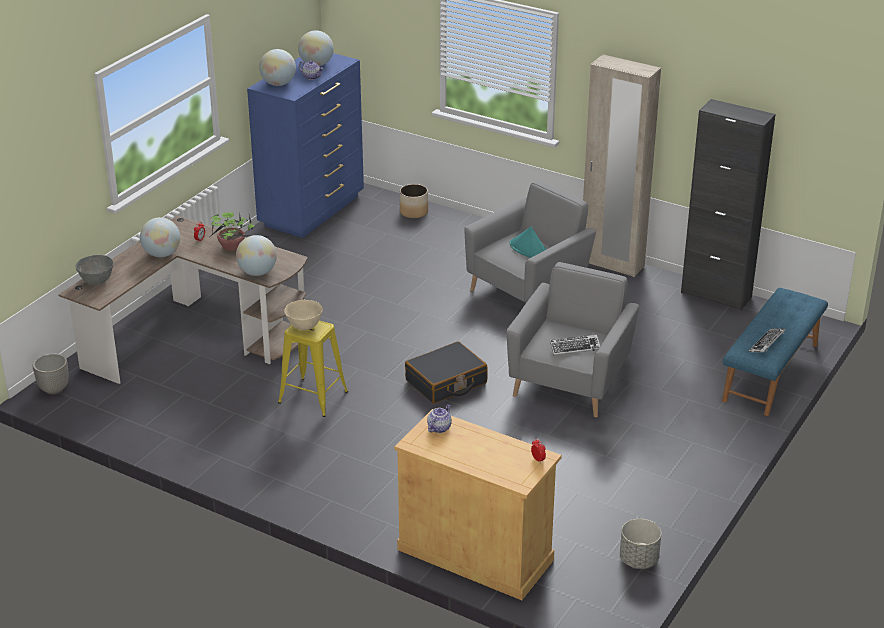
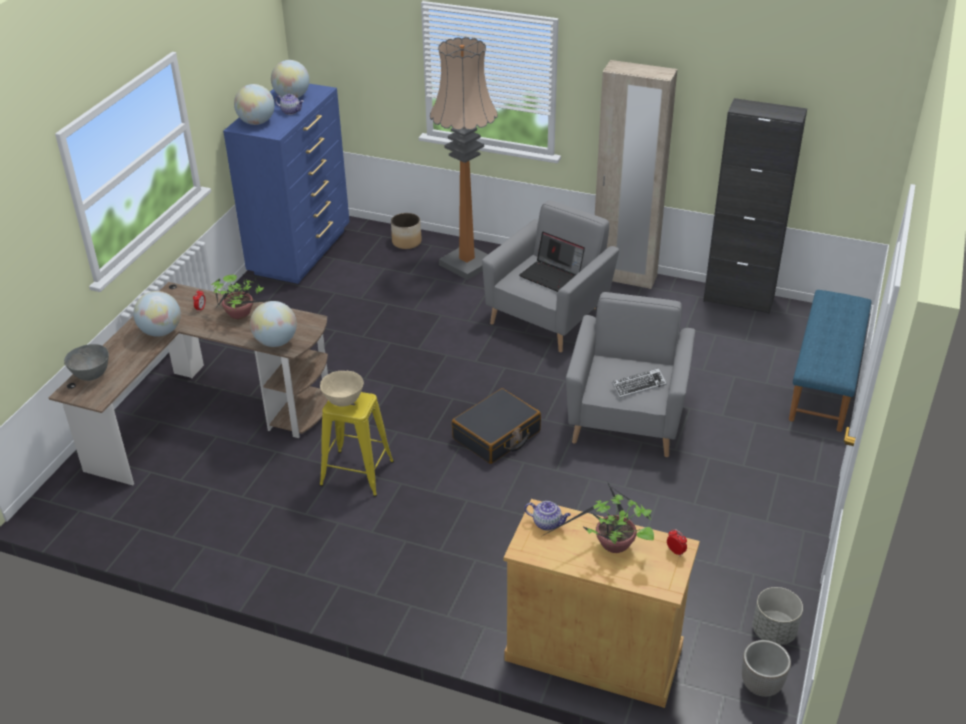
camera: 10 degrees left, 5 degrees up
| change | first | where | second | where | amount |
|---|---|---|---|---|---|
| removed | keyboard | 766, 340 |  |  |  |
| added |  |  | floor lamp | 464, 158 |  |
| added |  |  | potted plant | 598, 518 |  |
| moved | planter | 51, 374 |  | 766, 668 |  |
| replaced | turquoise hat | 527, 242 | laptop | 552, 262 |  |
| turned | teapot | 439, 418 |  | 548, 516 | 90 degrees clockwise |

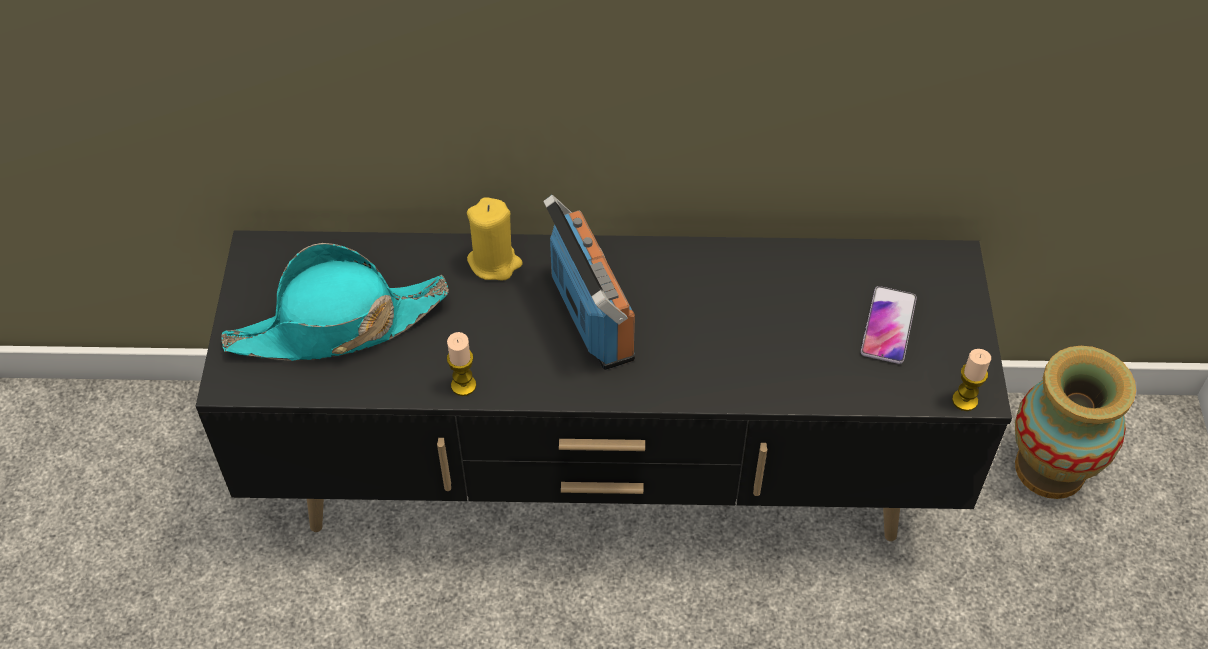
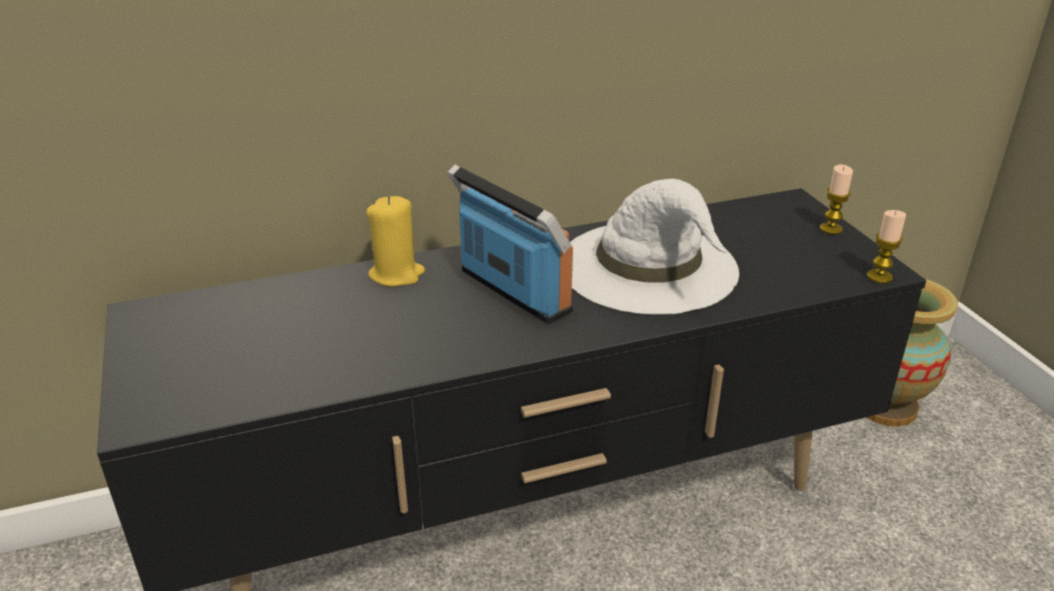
camera: 20 degrees left, 20 degrees down
| change | first | where | second | where | amount |
|---|---|---|---|---|---|
| removed | turquoise hat | 335, 302 |  |  |  |
| removed | phone | 889, 325 |  |  |  |
| added |  |  | white hat | 654, 246 |  |
| moved | candle | 461, 364 |  | 836, 199 |  |

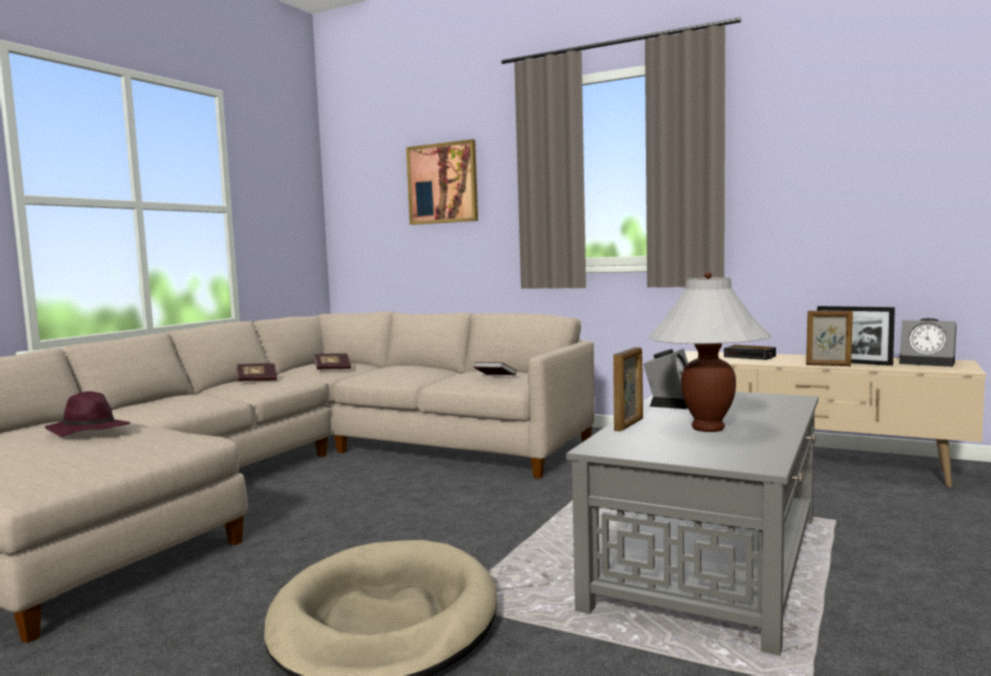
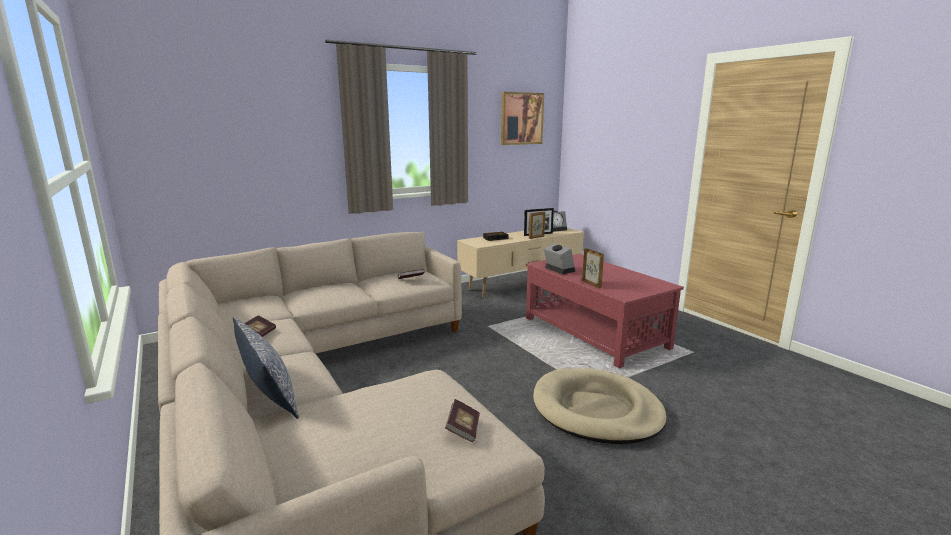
camera: 60 degrees left, 10 degrees up
| change | first | where | second | where | amount |
|---|---|---|---|---|---|
| removed | purple hat | 88, 414 |  |  |  |
| removed | white table lamp | 709, 352 |  |  |  |
| added |  |  | pillow | 266, 367 |  |
| moved | book | 332, 361 |  | 462, 420 |  |
| moved | picture | 442, 182 |  | 522, 118 |  |
| recoloured | grey coffee table | 692, 524 | red coffee table | 605, 311 |  |

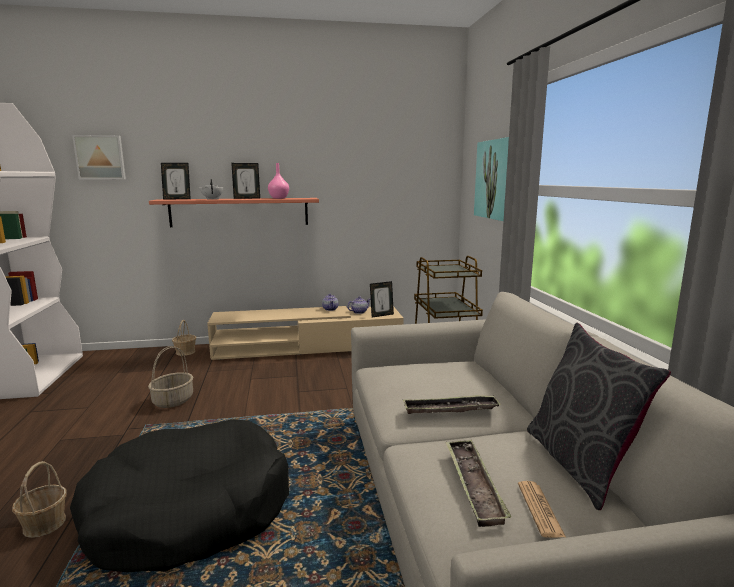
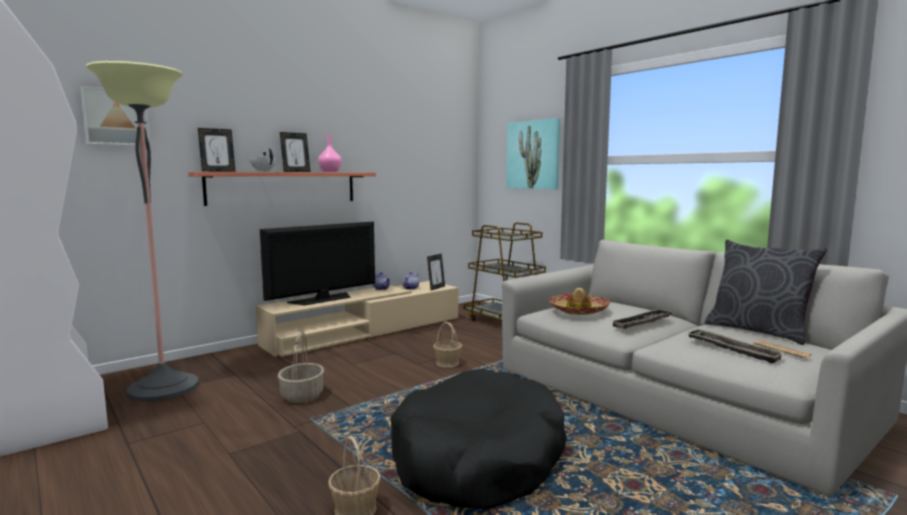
camera: 30 degrees left, 5 degrees down
| change | first | where | second | where | amount |
|---|---|---|---|---|---|
| added |  |  | floor lamp | 142, 231 |  |
| added |  |  | television | 317, 263 |  |
| added |  |  | hat | 579, 301 |  |
| moved | basket | 184, 338 |  | 447, 344 |  |

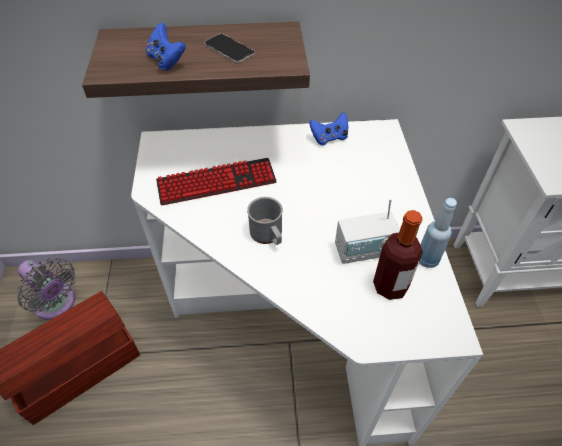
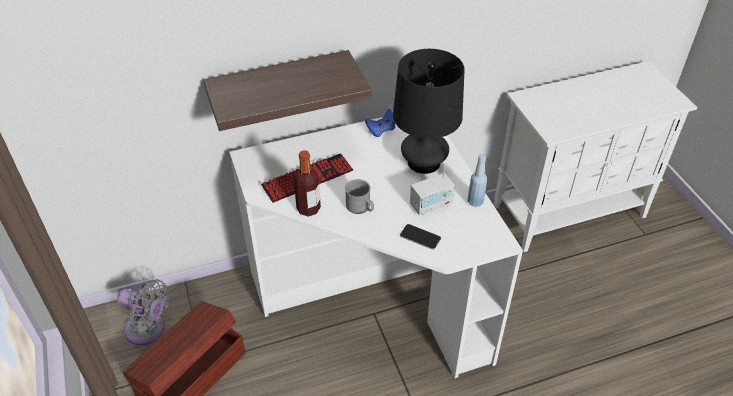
camera: 15 degrees left, 5 degrees down
| change | first | where | second | where | amount |
|---|---|---|---|---|---|
| removed | blue game controller | 166, 46 |  |  |  |
| added |  |  | black table lamp | 429, 111 |  |
| moved | phone | 229, 48 |  | 420, 237 |  |
| moved | bottle | 398, 255 |  | 307, 183 |  |

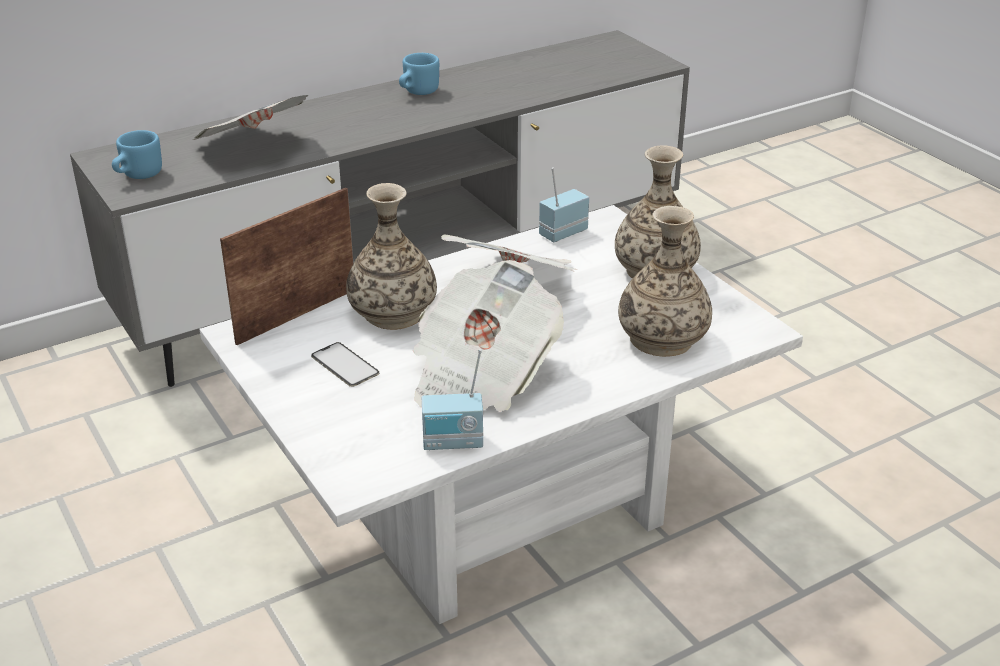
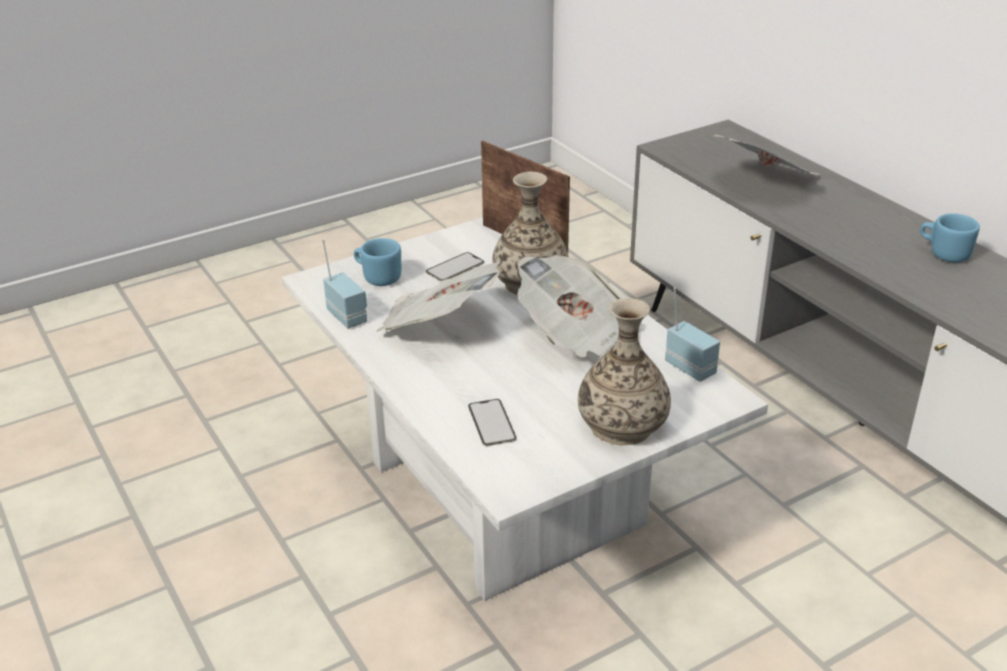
camera: 90 degrees right, 0 degrees up
| change | first | where | second | where | amount |
|---|---|---|---|---|---|
| moved | blue mug | 137, 154 |  | 377, 262 |  |
| replaced | vase | 665, 281 | phone | 492, 422 |  |
| turned | radio | 452, 399 |  | 344, 283 | 150 degrees clockwise |

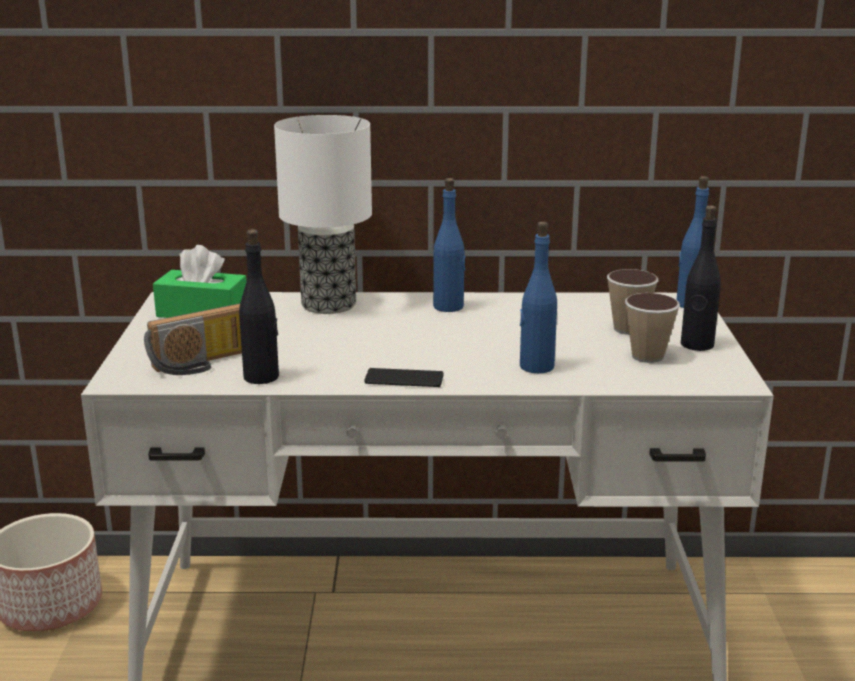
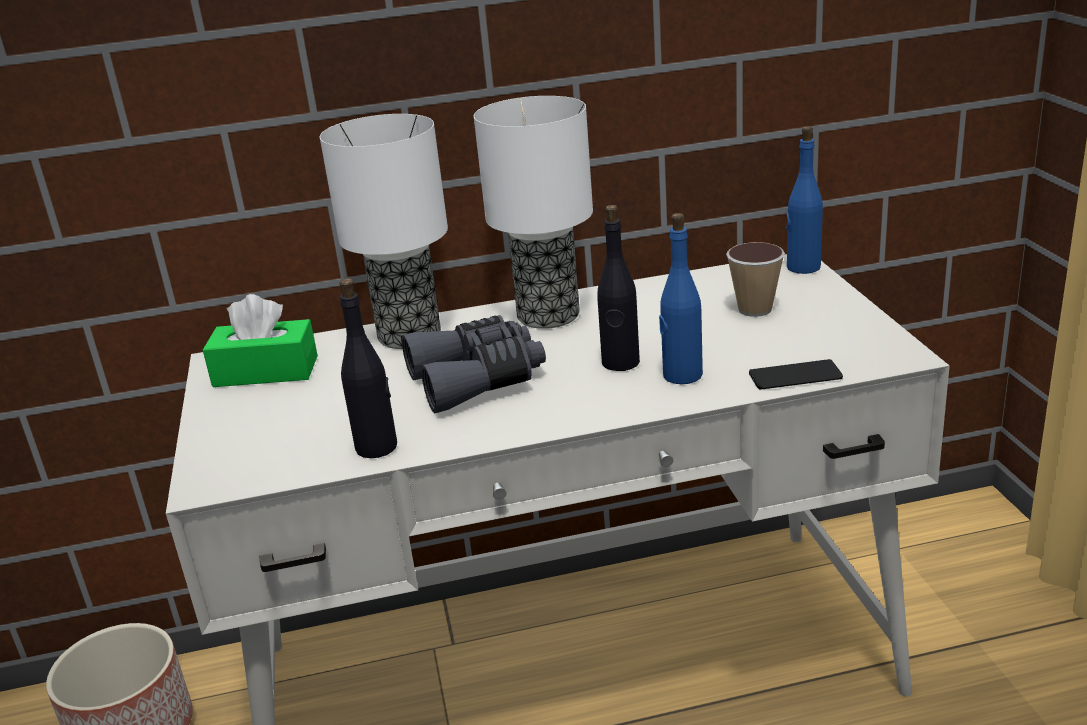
camera: 10 degrees left, 5 degrees up
| change | first | where | second | where | amount |
|---|---|---|---|---|---|
| removed | radio | 193, 339 |  |  |  |
| removed | cup | 652, 328 |  |  |  |
| added |  |  | grey binoculars | 474, 364 |  |
| moved | phone | 404, 377 |  | 796, 374 |  |
| moved | black bottle | 701, 278 |  | 618, 288 |  |
| replaced | blue bottle | 449, 245 | table lamp | 533, 212 |  |

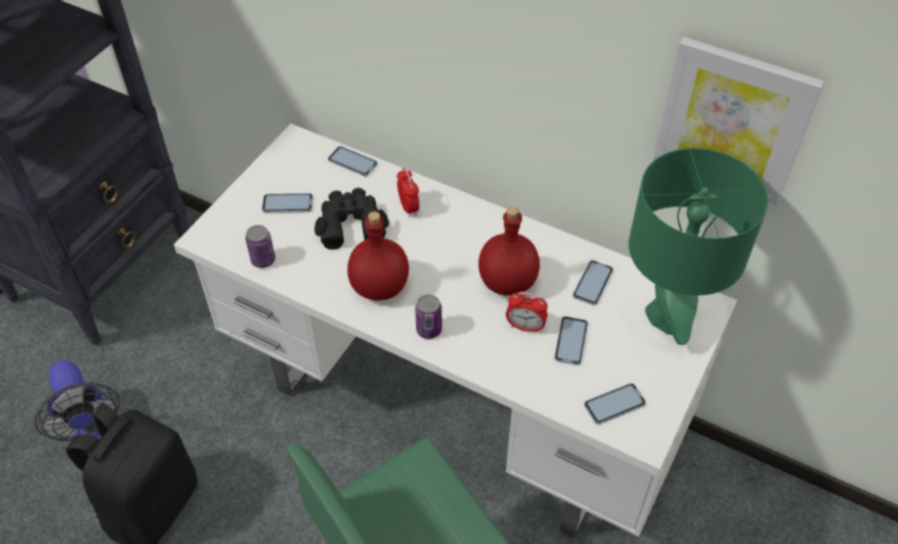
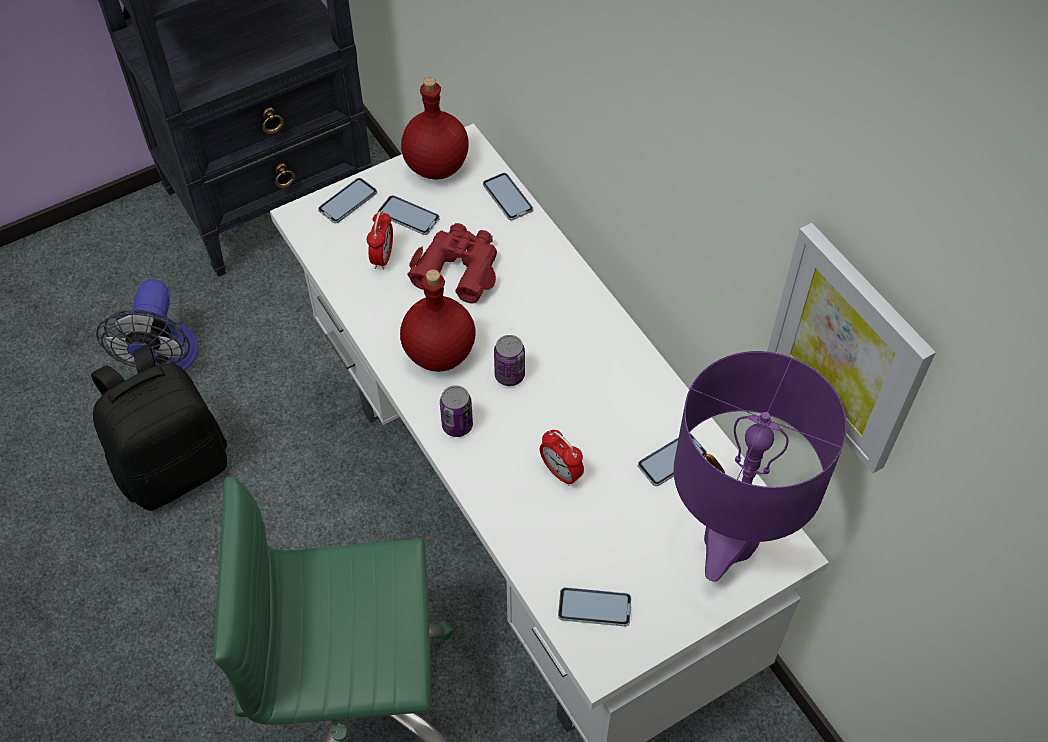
camera: 30 degrees right, 5 degrees up
| change | first | where | second | where | amount |
|---|---|---|---|---|---|
| moved | can | 260, 246 |  | 509, 360 |  |
| moved | alarm clock | 408, 192 |  | 380, 240 |  |
| moved | red bottle | 509, 251 |  | 435, 128 |  |
| moved | phone | 571, 340 |  | 347, 200 |  |
| recoloured | black binoculars | 351, 219 | red binoculars | 452, 263 |  |
| recoloured | green table lamp | 698, 246 | purple table lamp | 760, 466 |  |

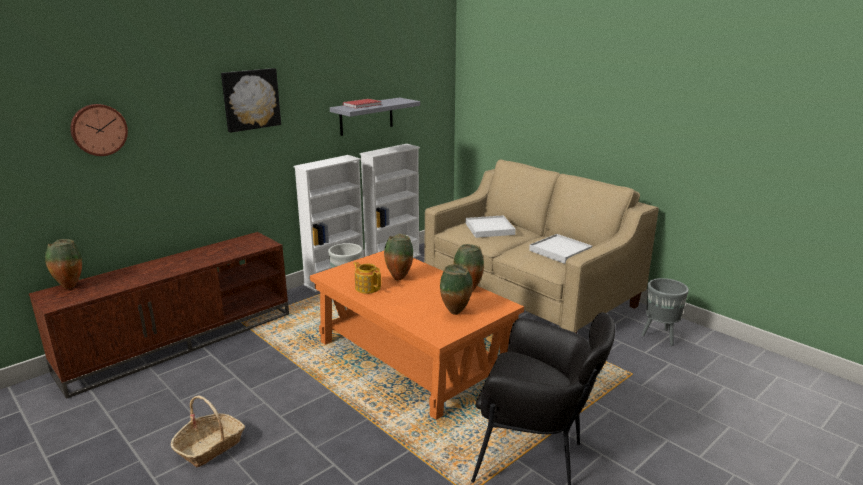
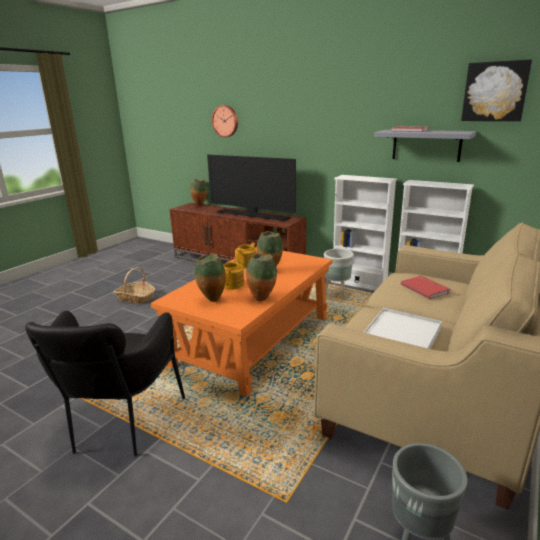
camera: 75 degrees right, 0 degrees up
| change | first | where | second | where | amount |
|---|---|---|---|---|---|
| added |  |  | television | 251, 188 |  |
| added |  |  | teapot | 234, 274 |  |
| moved | picture | 251, 100 |  | 496, 90 |  |
| replaced | white tray | 491, 226 | red book | 426, 287 |  |

